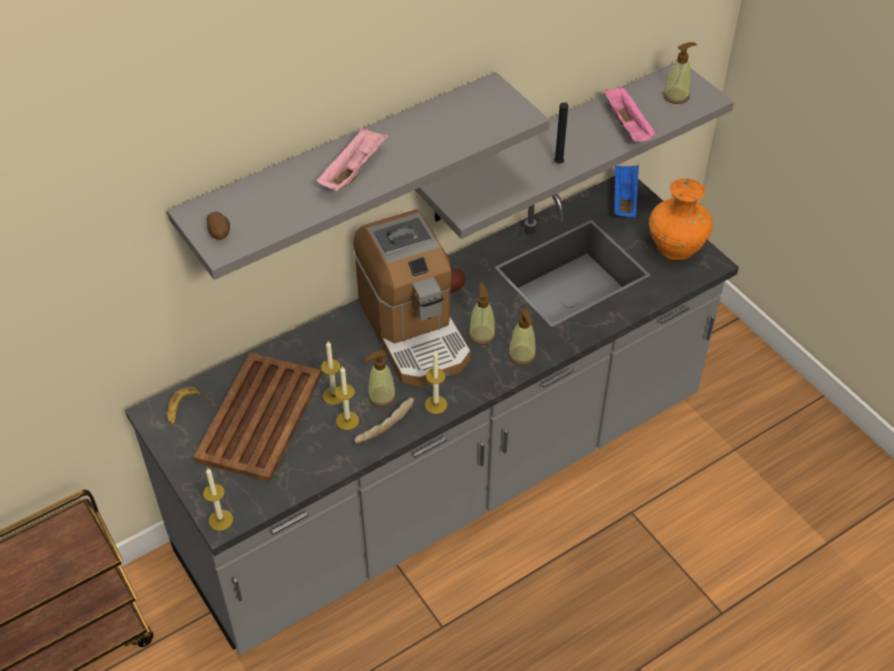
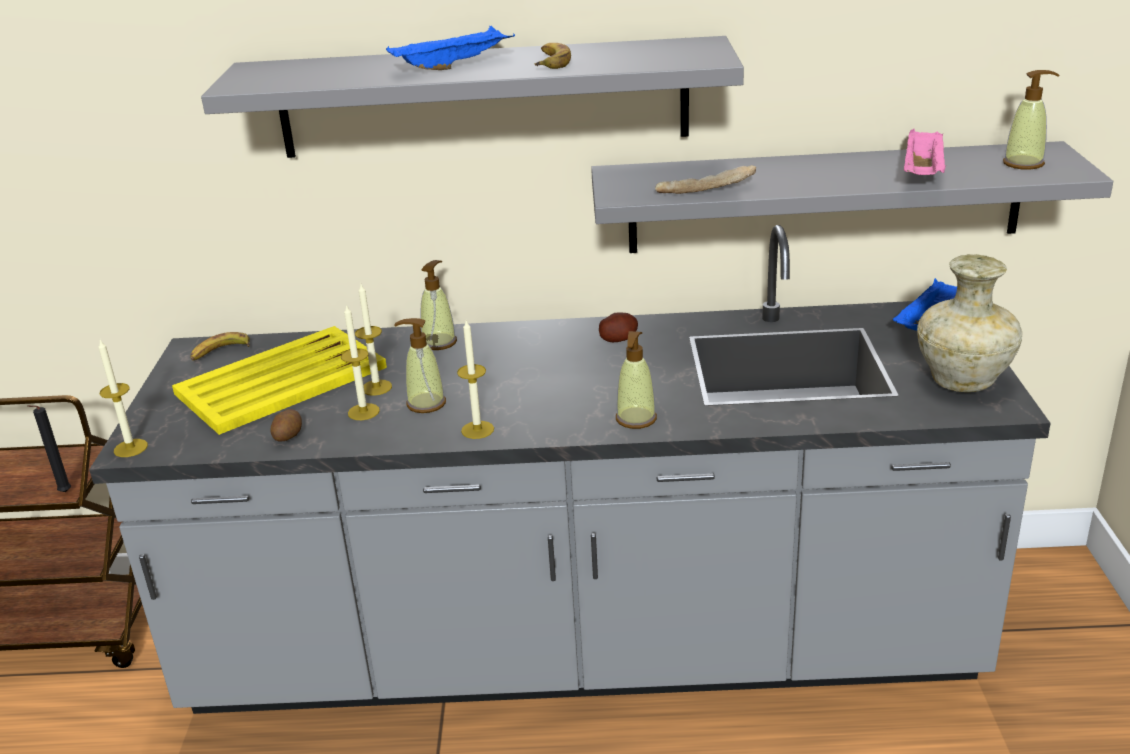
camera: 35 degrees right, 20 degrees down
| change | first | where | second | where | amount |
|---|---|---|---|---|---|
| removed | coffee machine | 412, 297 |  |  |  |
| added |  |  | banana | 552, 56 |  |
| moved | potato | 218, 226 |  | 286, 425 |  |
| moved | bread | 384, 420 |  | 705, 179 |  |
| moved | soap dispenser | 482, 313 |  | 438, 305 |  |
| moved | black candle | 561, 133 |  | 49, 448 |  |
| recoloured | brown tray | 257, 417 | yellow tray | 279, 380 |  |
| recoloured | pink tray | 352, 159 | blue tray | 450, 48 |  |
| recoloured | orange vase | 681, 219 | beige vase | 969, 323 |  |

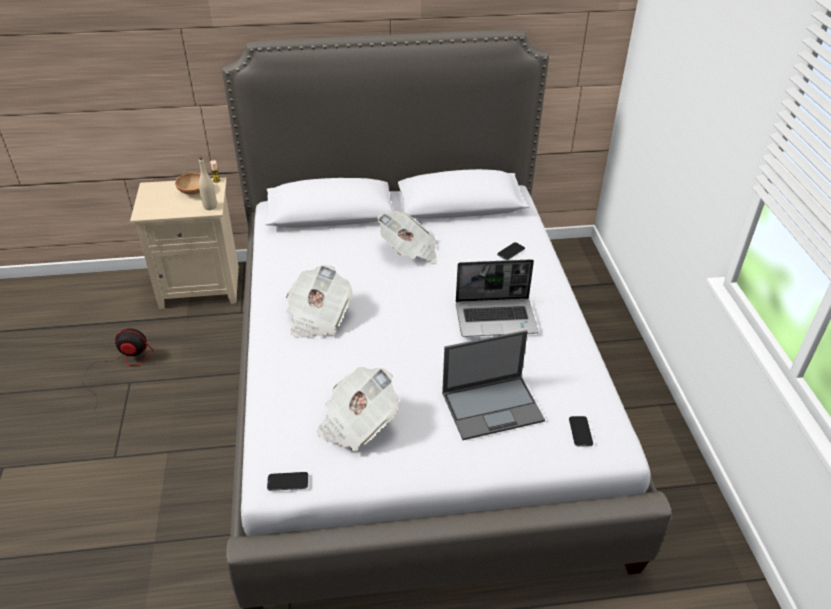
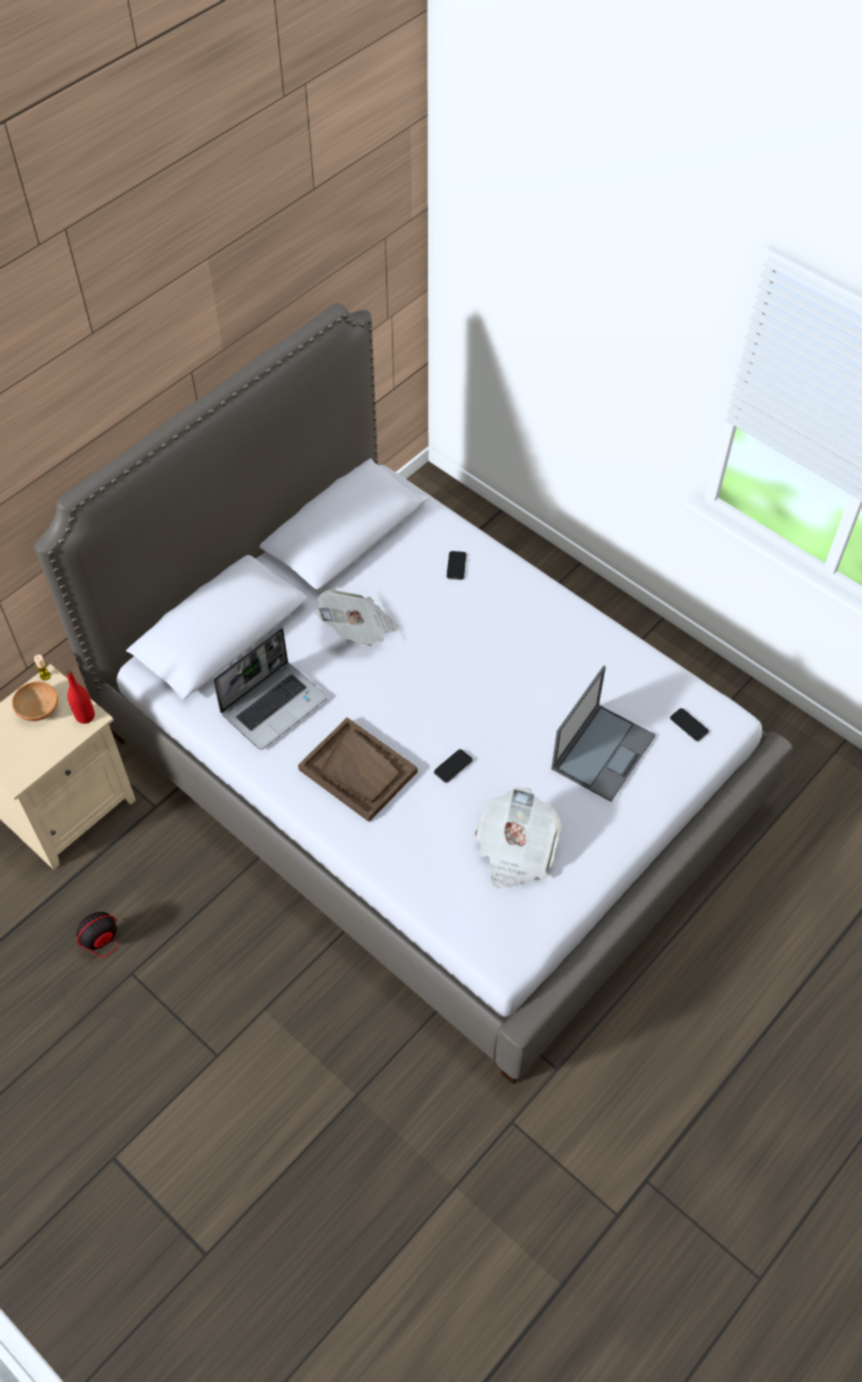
camera: 40 degrees left, 15 degrees up
| change | first | where | second | where | amount |
|---|---|---|---|---|---|
| moved | phone | 287, 481 |  | 453, 766 |  |
| moved | laptop | 497, 298 |  | 270, 689 |  |
| replaced | newspaper | 319, 301 | brown tray | 358, 769 |  |
| recoloured | beige bottle | 208, 183 | red bottle | 80, 697 |  |

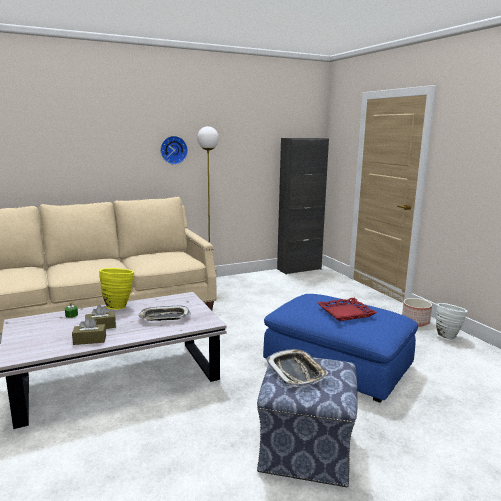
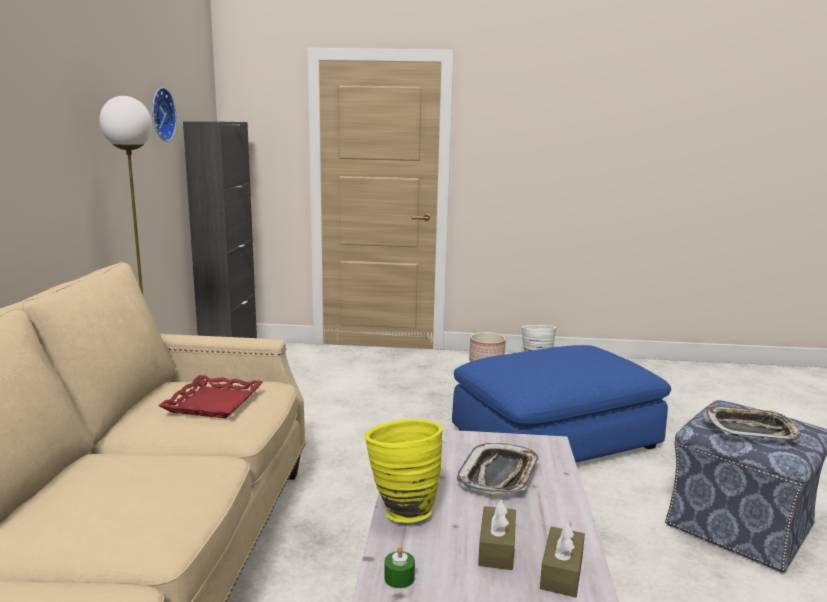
camera: 60 degrees left, 0 degrees up
| change | first | where | second | where | amount |
|---|---|---|---|---|---|
| moved | wall clock | 174, 150 |  | 164, 115 |  |
| moved | red tray | 347, 309 |  | 210, 396 |  |

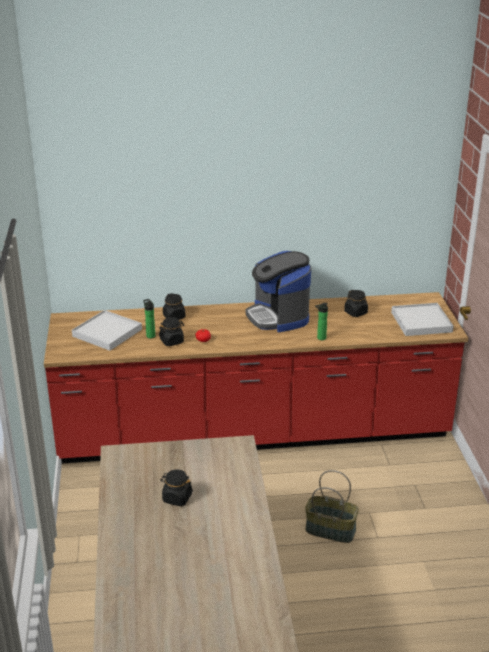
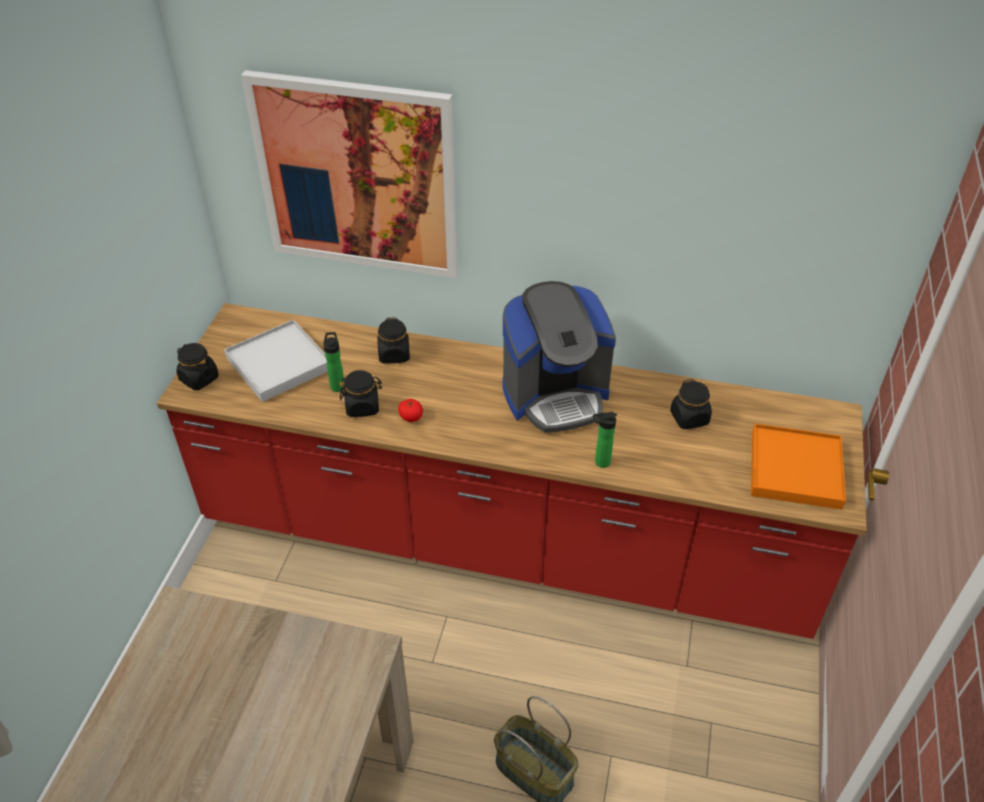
camera: 20 degrees right, 15 degrees up
| change | first | where | second | where | amount |
|---|---|---|---|---|---|
| added |  |  | picture | 349, 174 |  |
| moved | black jar | 176, 487 |  | 197, 366 |  |
| recoloured | white tray | 422, 319 | orange tray | 798, 467 |  |
| turned | coffee machine | 278, 291 |  | 559, 357 | 105 degrees counterclockwise |

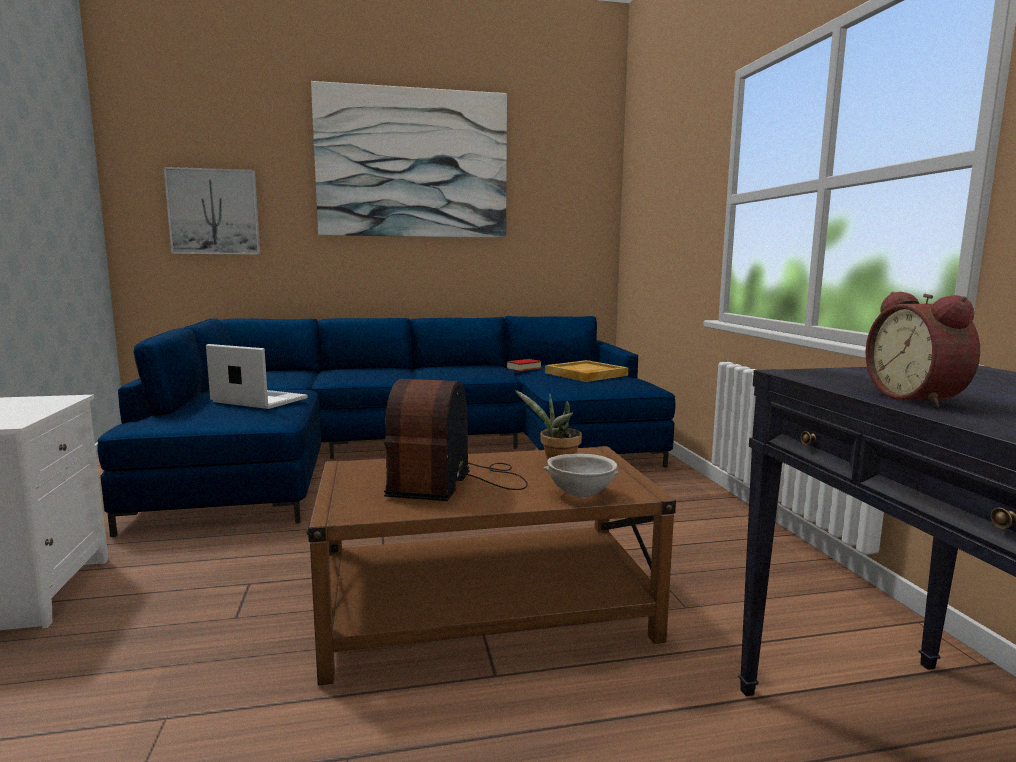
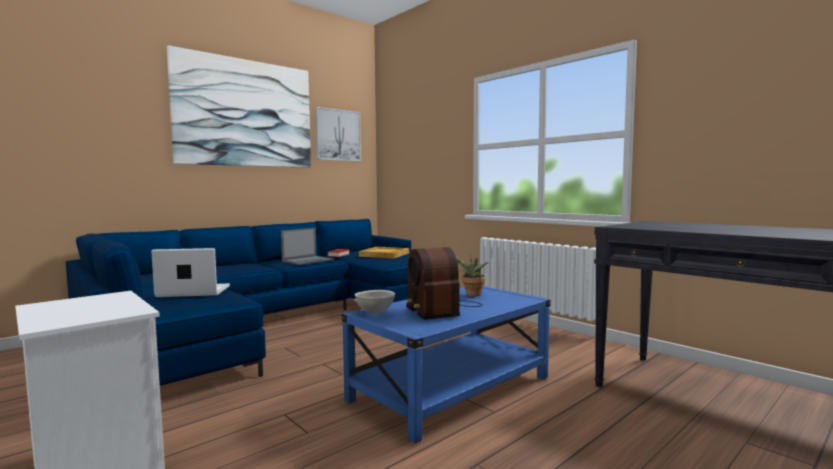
camera: 30 degrees left, 5 degrees down
| change | first | where | second | where | amount |
|---|---|---|---|---|---|
| removed | alarm clock | 923, 350 |  |  |  |
| added |  |  | laptop | 307, 246 |  |
| moved | picture | 212, 211 |  | 338, 134 |  |
| moved | grey bowl | 581, 475 |  | 374, 302 |  |
| recoloured | brown coffee table | 491, 565 | blue coffee table | 446, 364 |  |

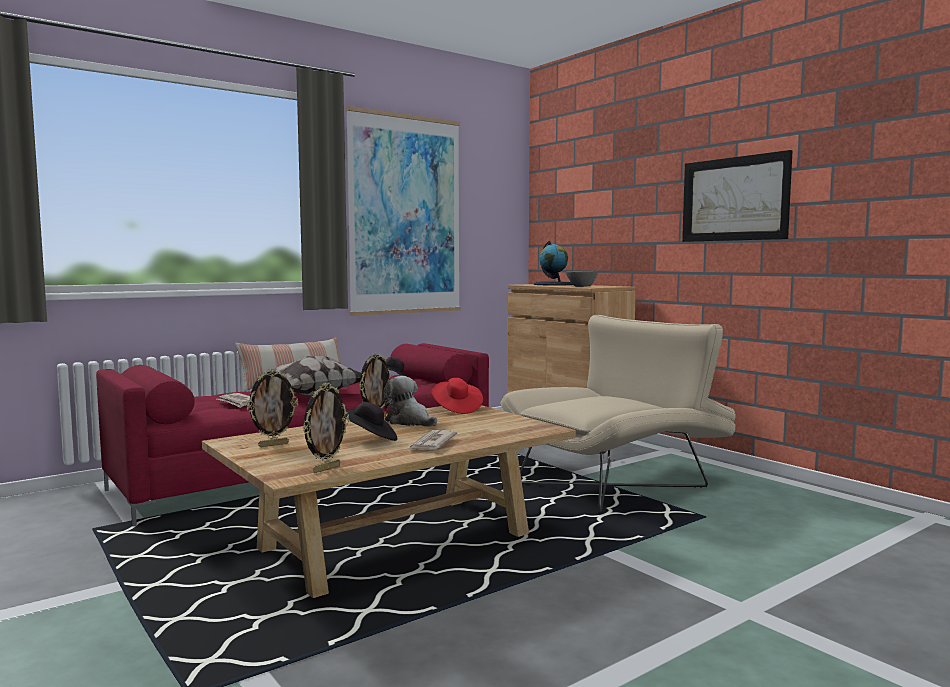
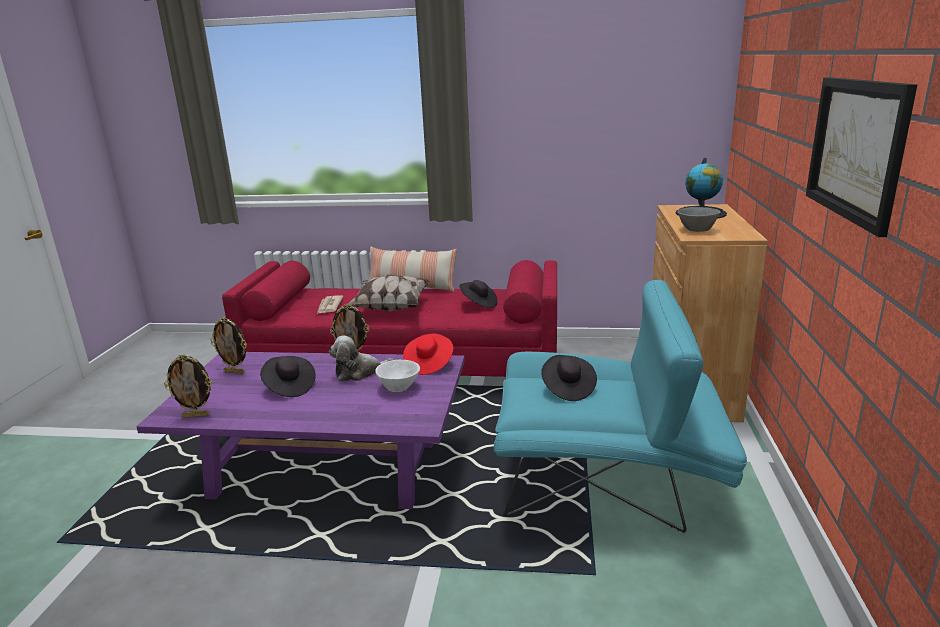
camera: 45 degrees right, 15 degrees up
| change | first | where | second | where | amount |
|---|---|---|---|---|---|
| removed | picture | 403, 211 |  |  |  |
| removed | newspaper | 433, 440 |  |  |  |
| added |  |  | white bowl | 397, 376 |  |
| added |  |  | black hat | 569, 378 |  |
| recoloured | beige coffee table | 389, 501 | purple coffee table | 300, 430 |  |
| recoloured | beige armchair | 618, 414 | turquoise armchair | 620, 406 |  |
| turned | plush toy | 410, 401 |  | 361, 358 | 105 degrees counterclockwise |

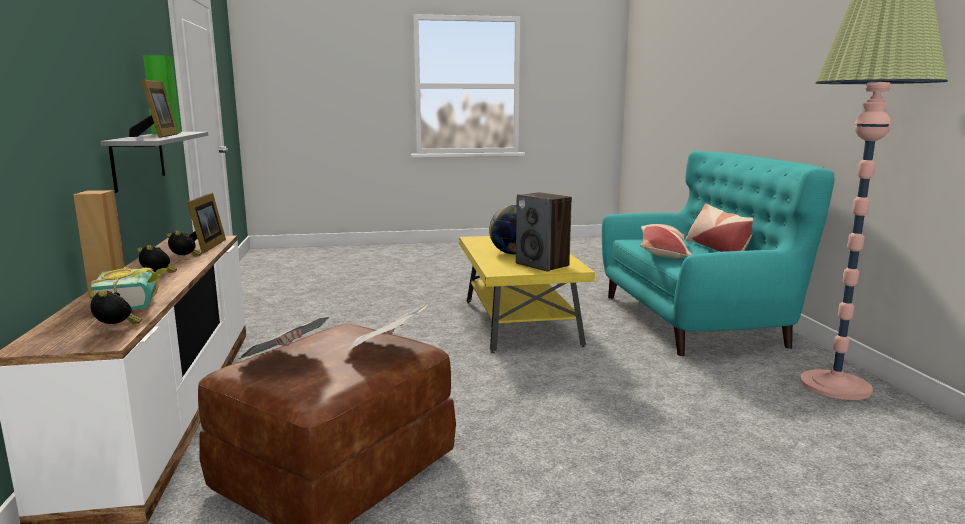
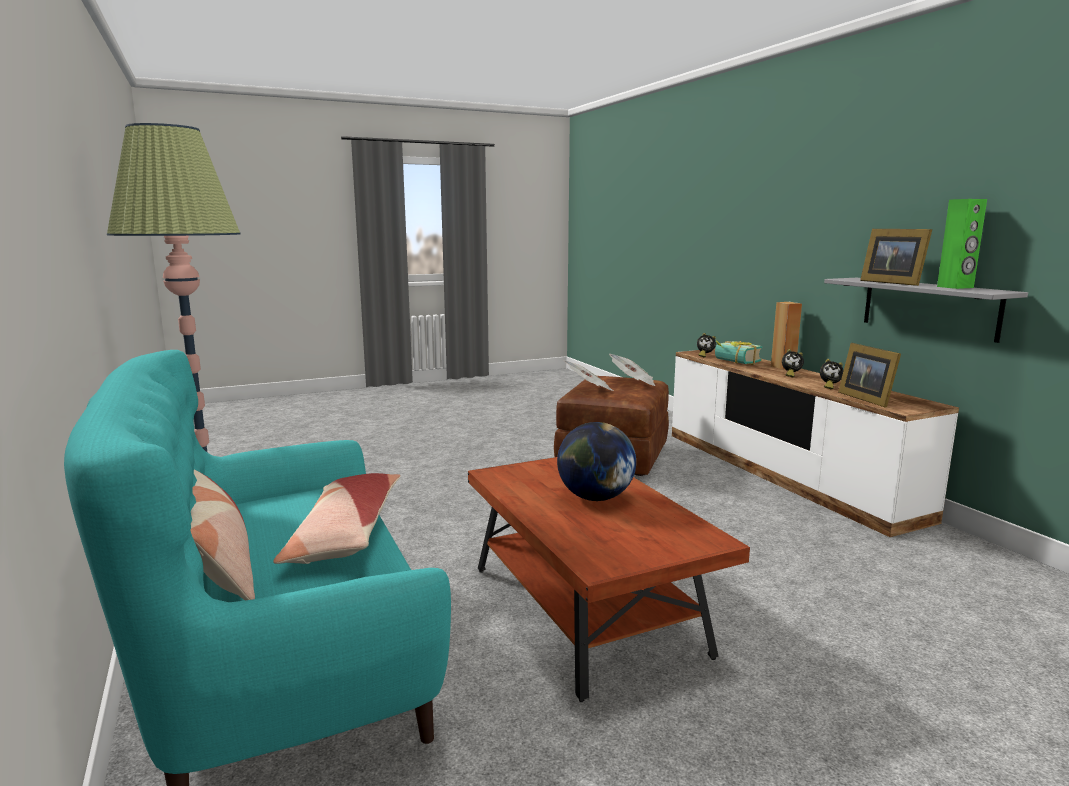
camera: 165 degrees right, 0 degrees up
| change | first | where | second | where | amount |
|---|---|---|---|---|---|
| removed | speaker | 544, 232 |  |  |  |
| recoloured | yellow coffee table | 527, 294 | brown coffee table | 609, 579 |  |

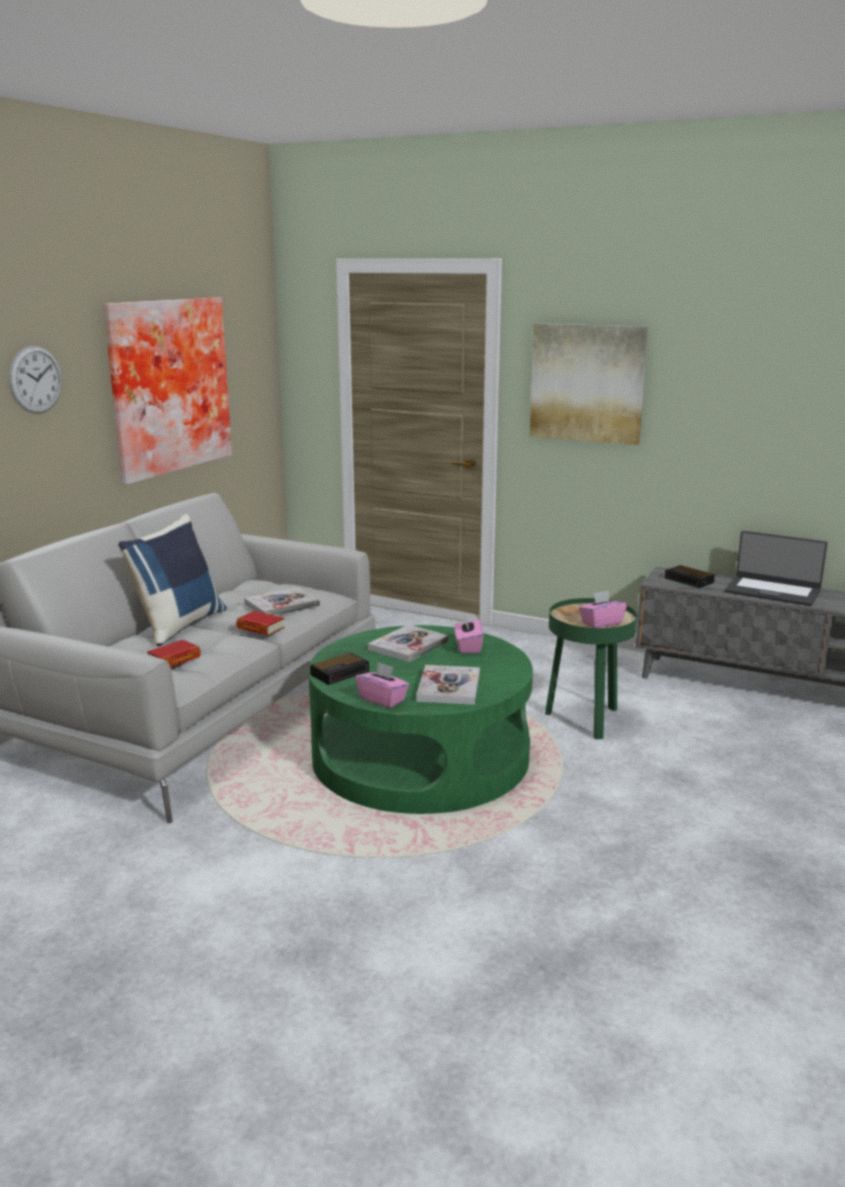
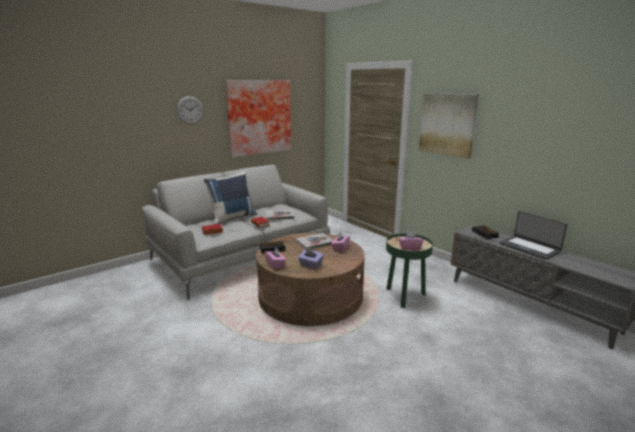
camera: 25 degrees right, 0 degrees up
| change | first | where | second | where | amount |
|---|---|---|---|---|---|
| replaced | book | 448, 685 | purple tissue box | 311, 259 |  |
| recoloured | green coffee table | 421, 719 | brown coffee table | 310, 279 |  |

